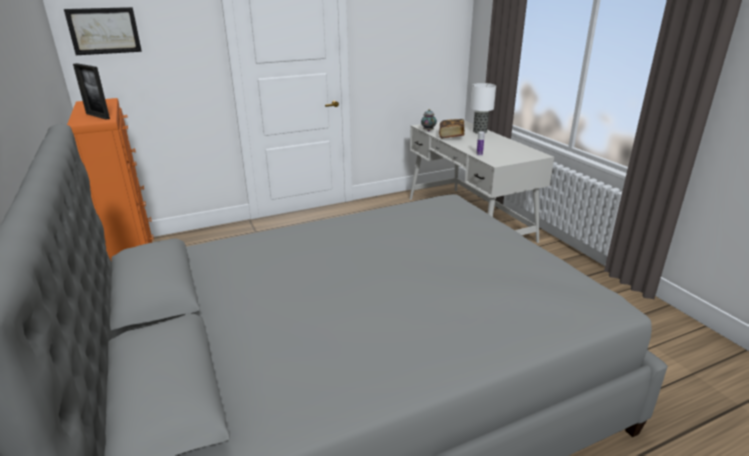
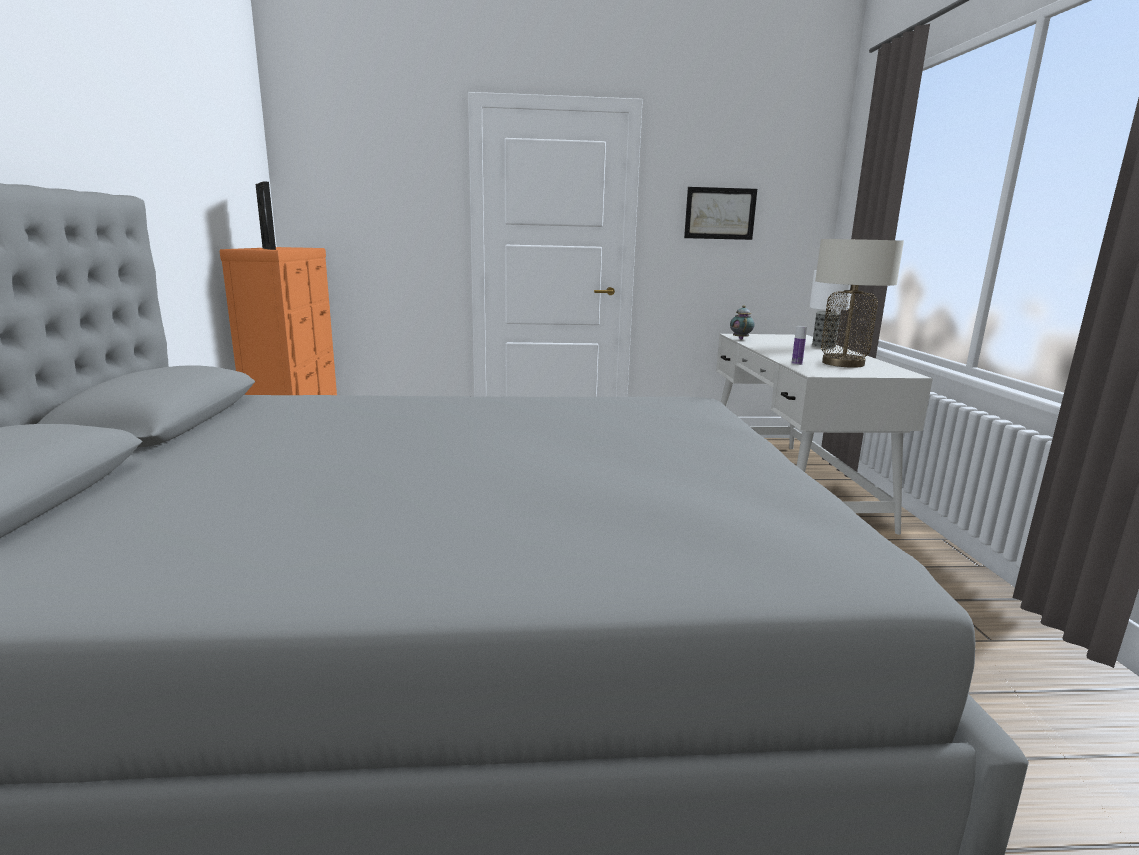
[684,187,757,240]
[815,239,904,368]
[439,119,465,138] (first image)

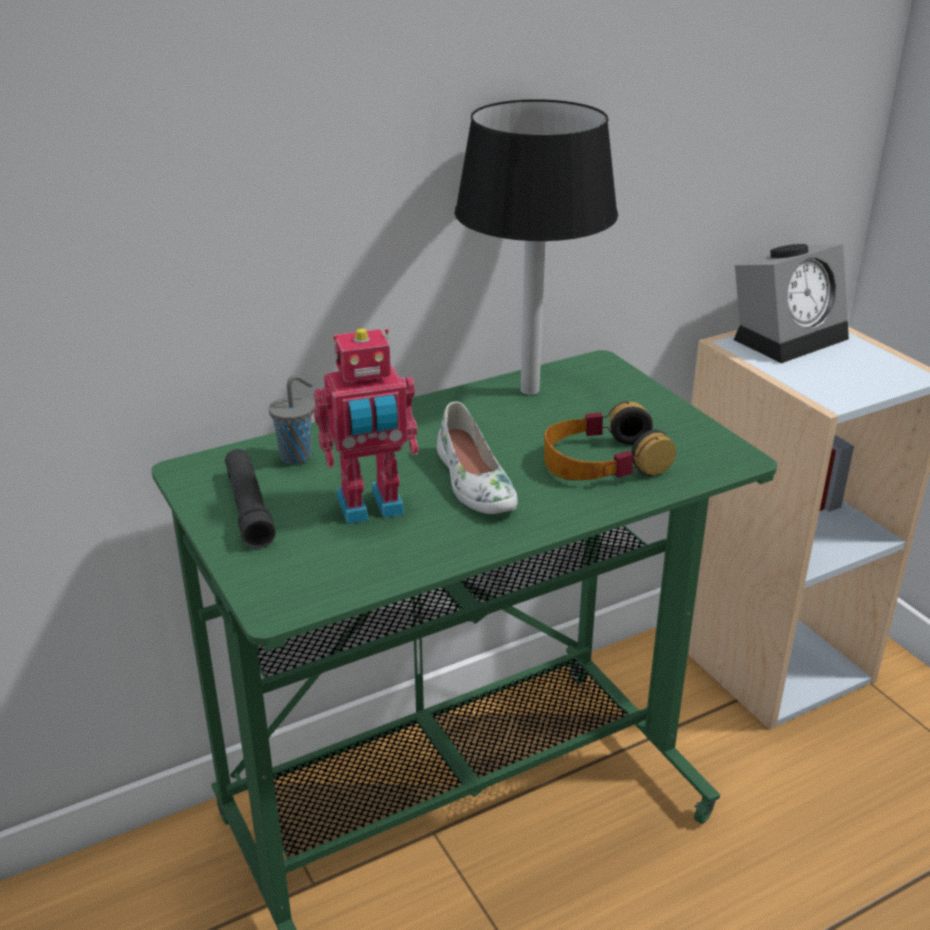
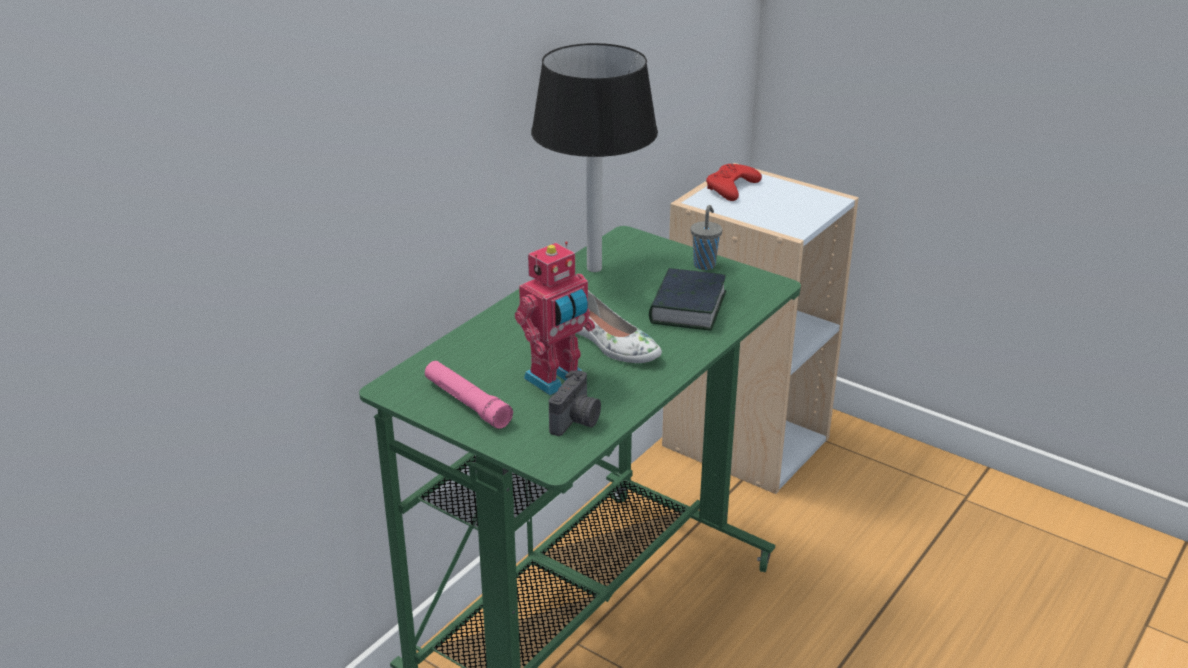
[425,361,513,429]
[549,370,601,436]
[649,268,727,330]
[691,205,722,270]
[706,164,762,201]

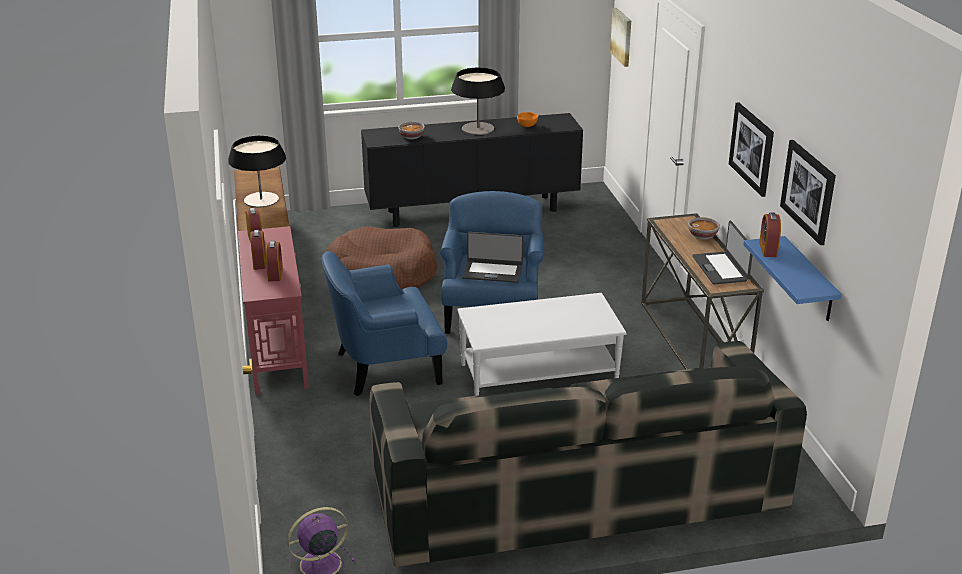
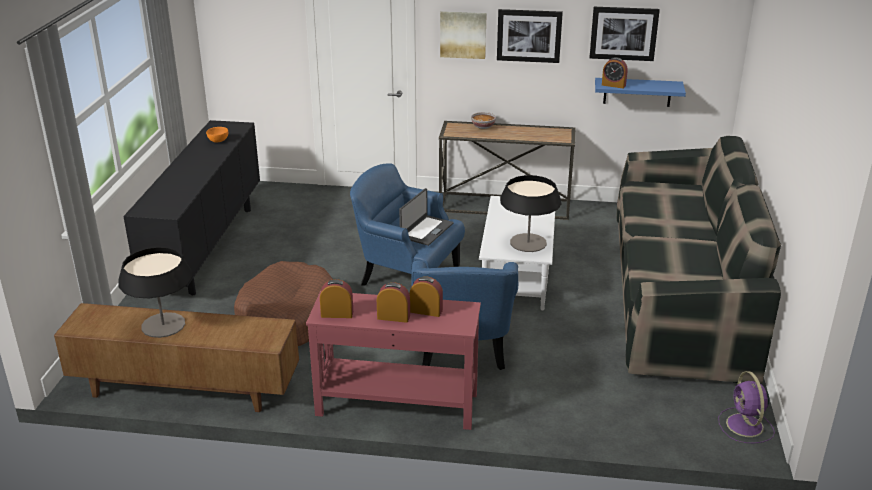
[440,11,487,59]
[500,175,561,252]
[398,122,425,139] (first image)
[692,221,753,285] (first image)

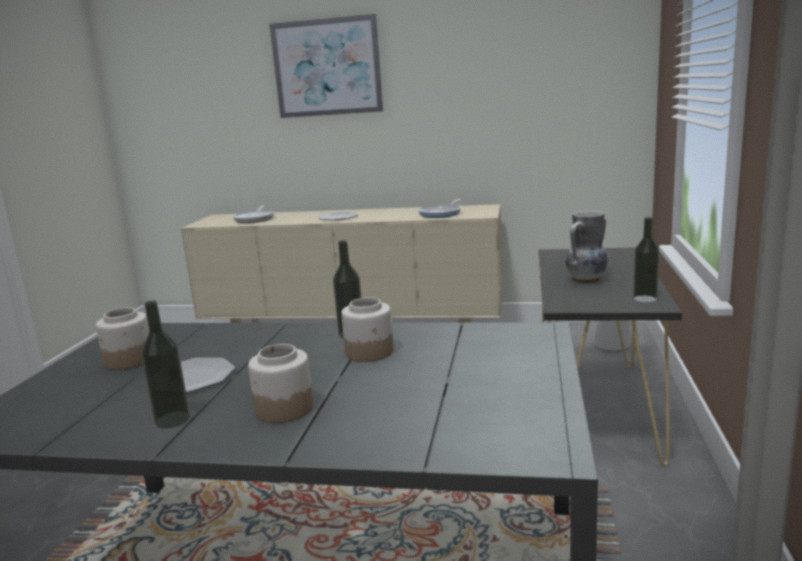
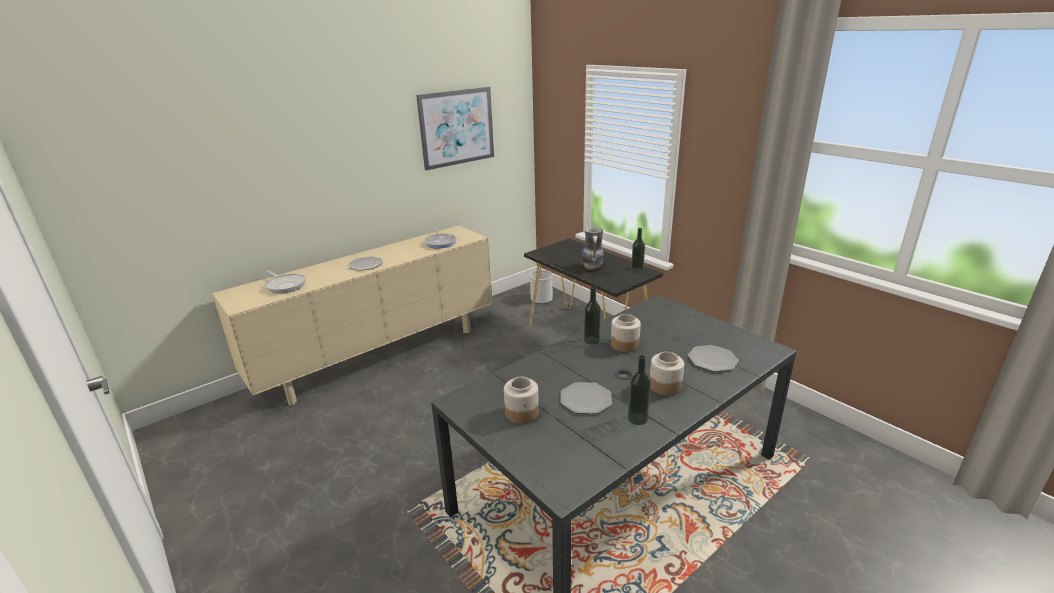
[416,87,494,171]
[688,345,739,372]

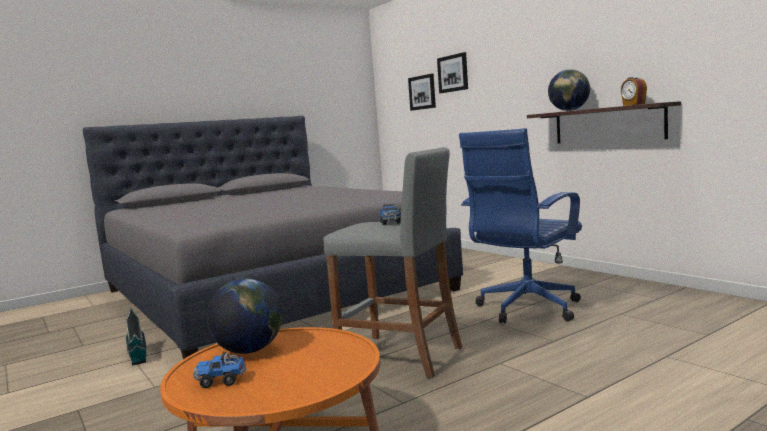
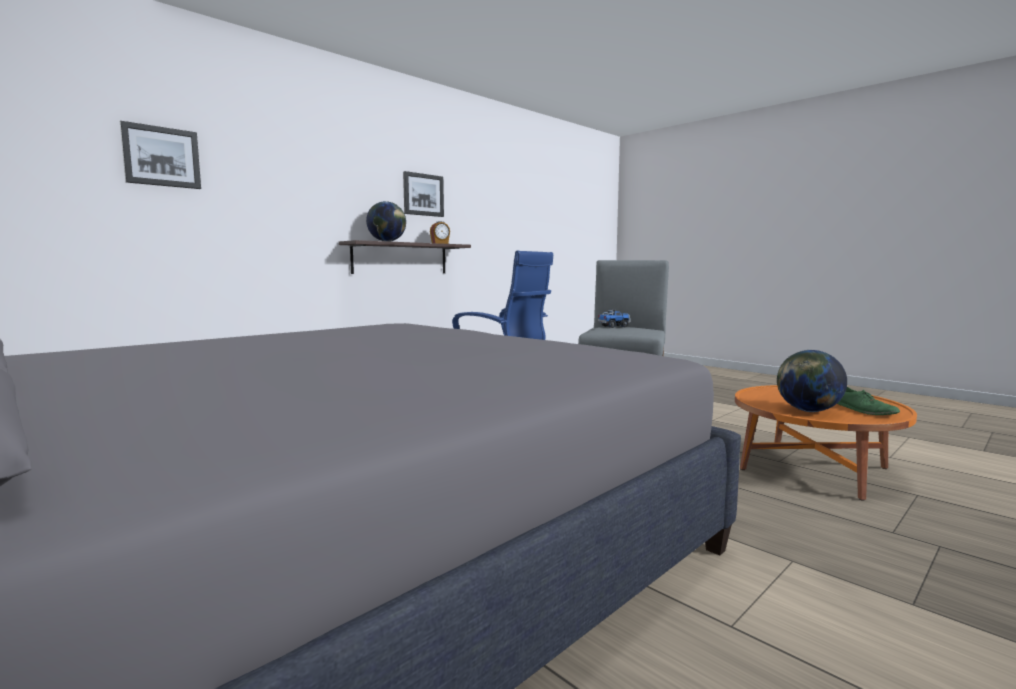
[403,171,444,217]
[837,387,900,415]
[125,308,147,366] (first image)

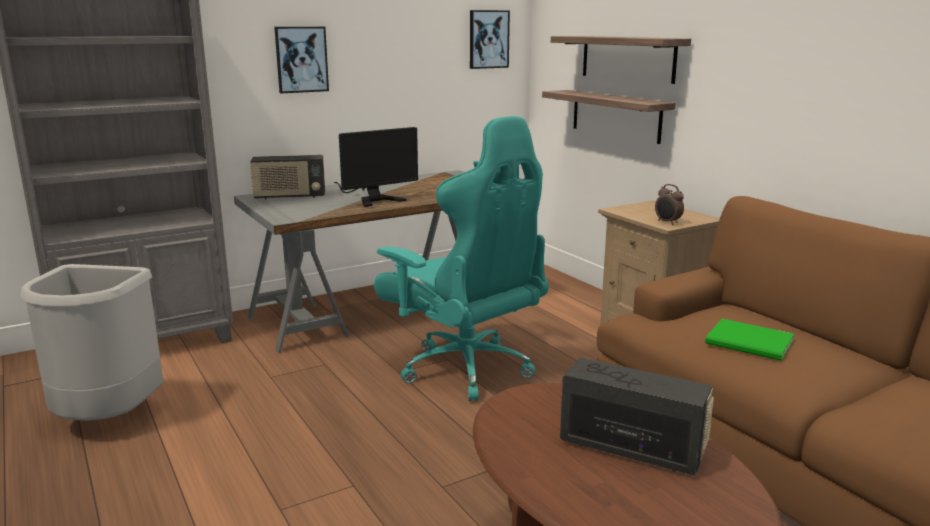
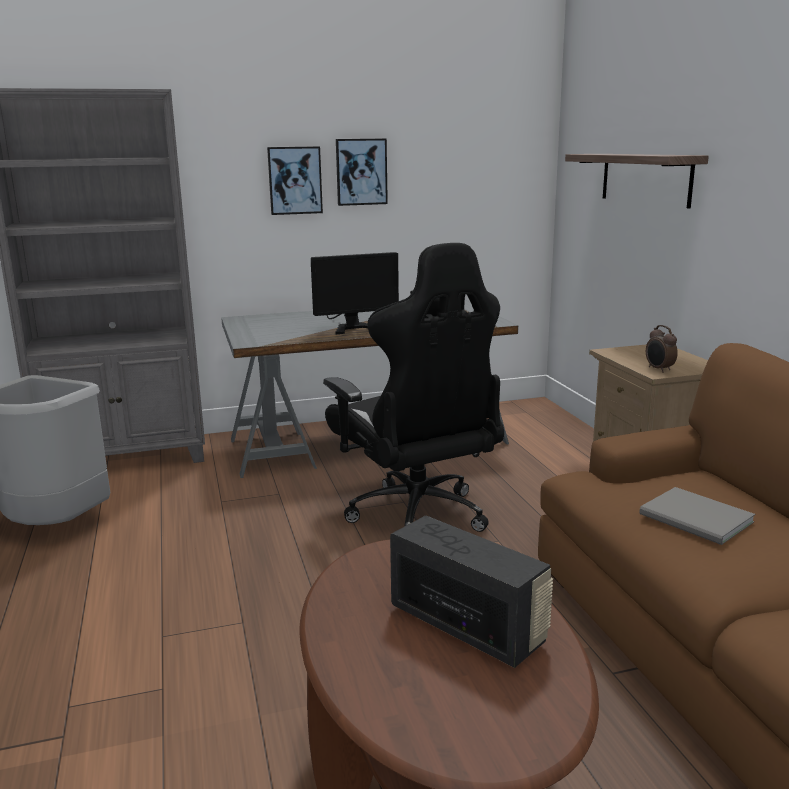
[323,243,504,532]
[336,138,388,206]
[639,487,755,545]
[250,155,325,200] (first image)
[542,90,676,144] (first image)

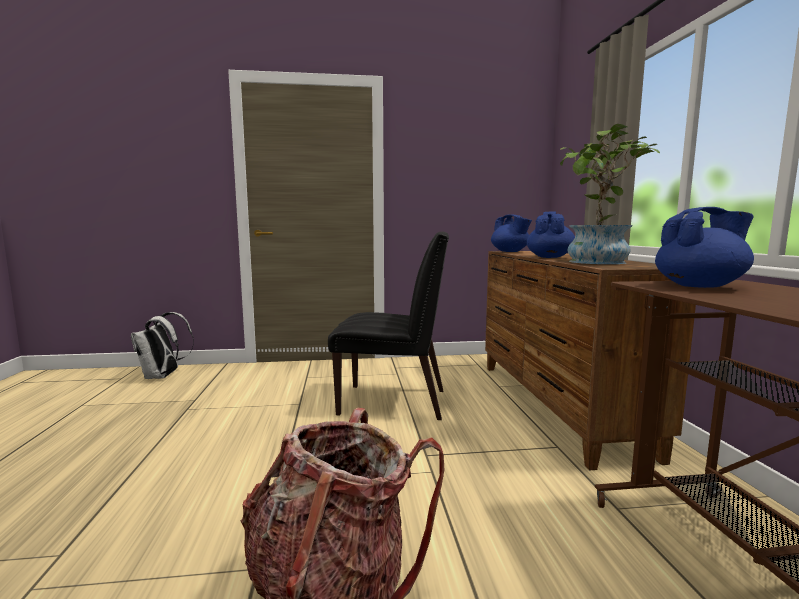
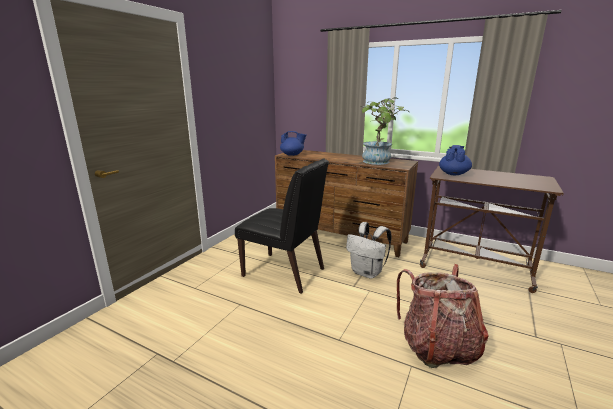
[235,158,329,294]
[346,222,392,279]
[527,211,575,258] (first image)

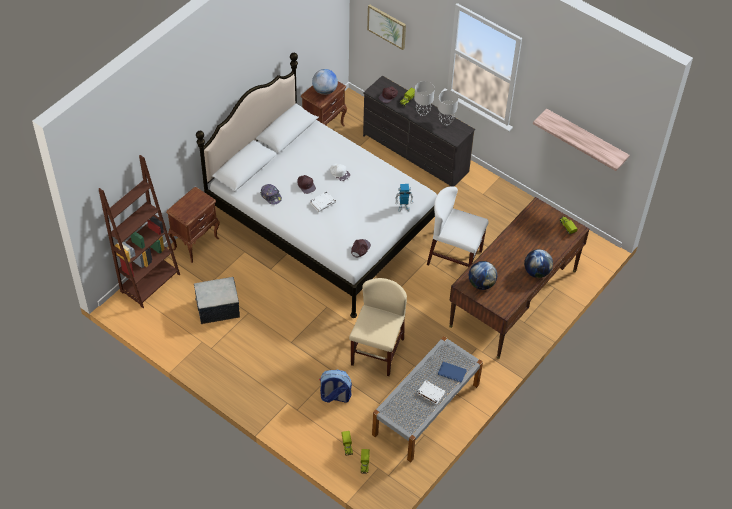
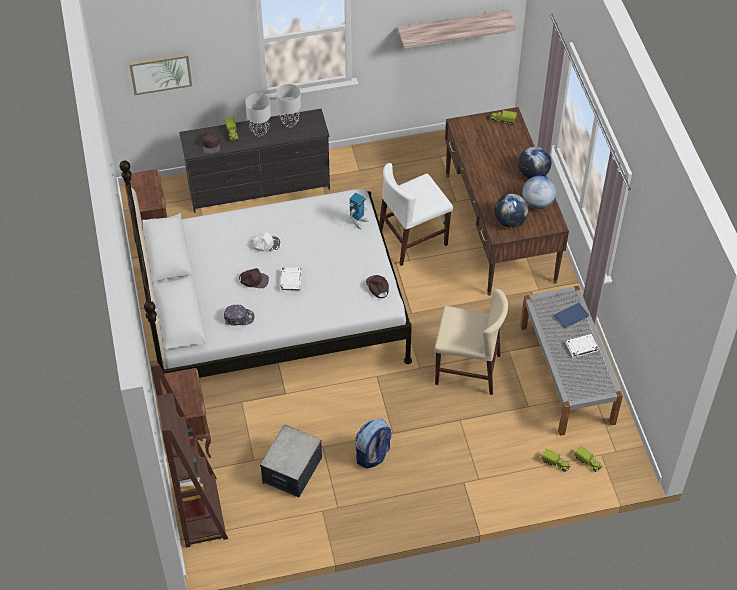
[355,418,392,469]
[434,289,508,395]
[522,176,556,209]

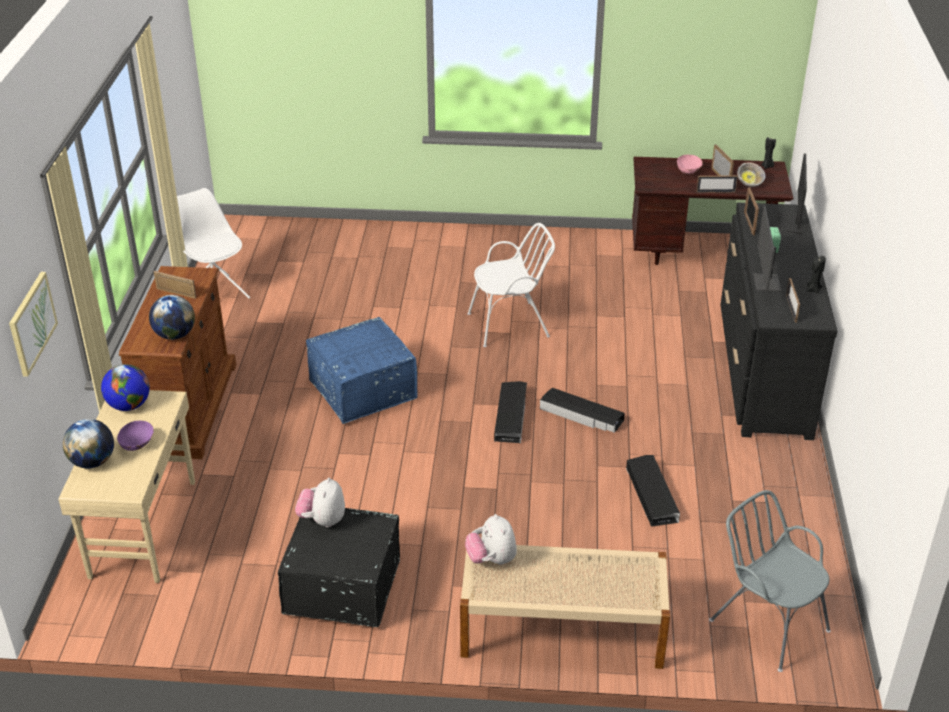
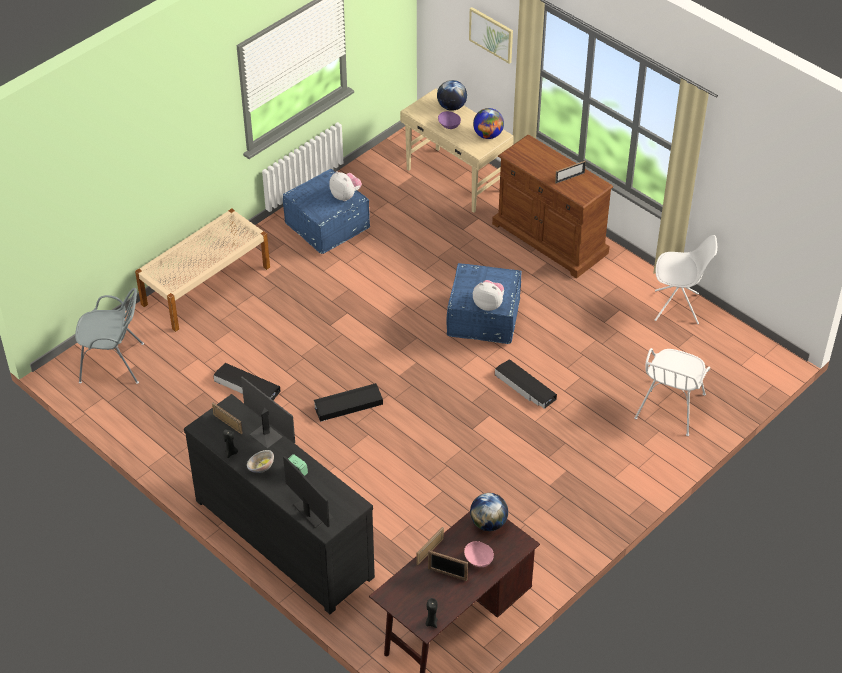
[247,450,274,473]
[283,169,370,254]
[470,493,508,531]
[473,280,504,311]
[495,359,557,409]
[634,348,710,436]
[744,187,759,235] (first image)

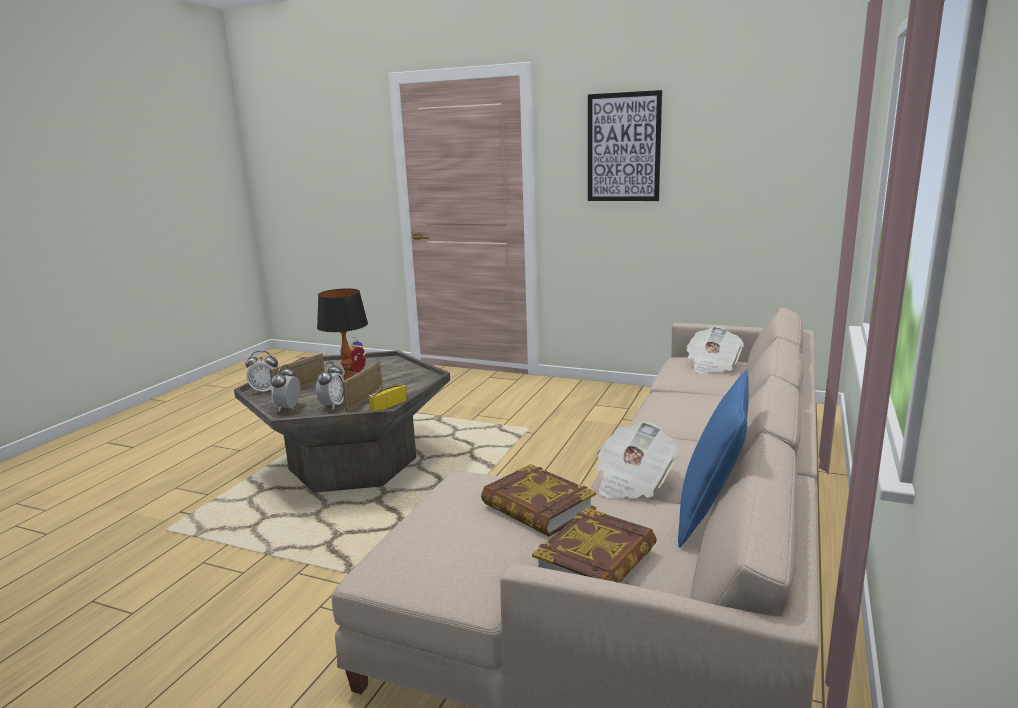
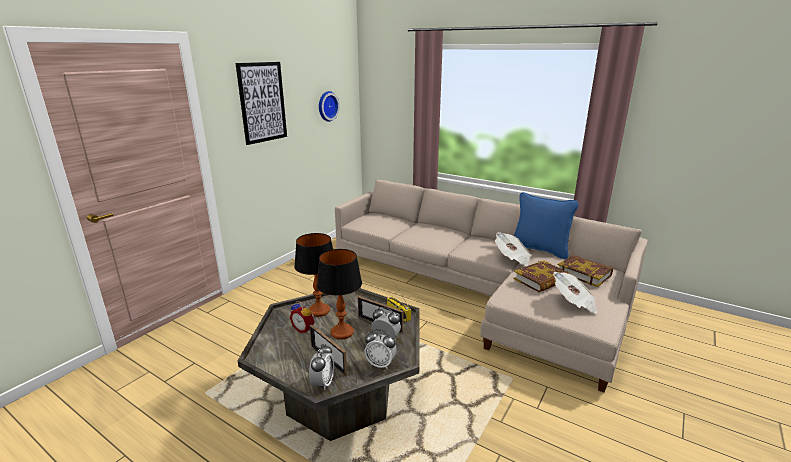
[294,233,333,317]
[319,91,340,122]
[553,272,597,314]

